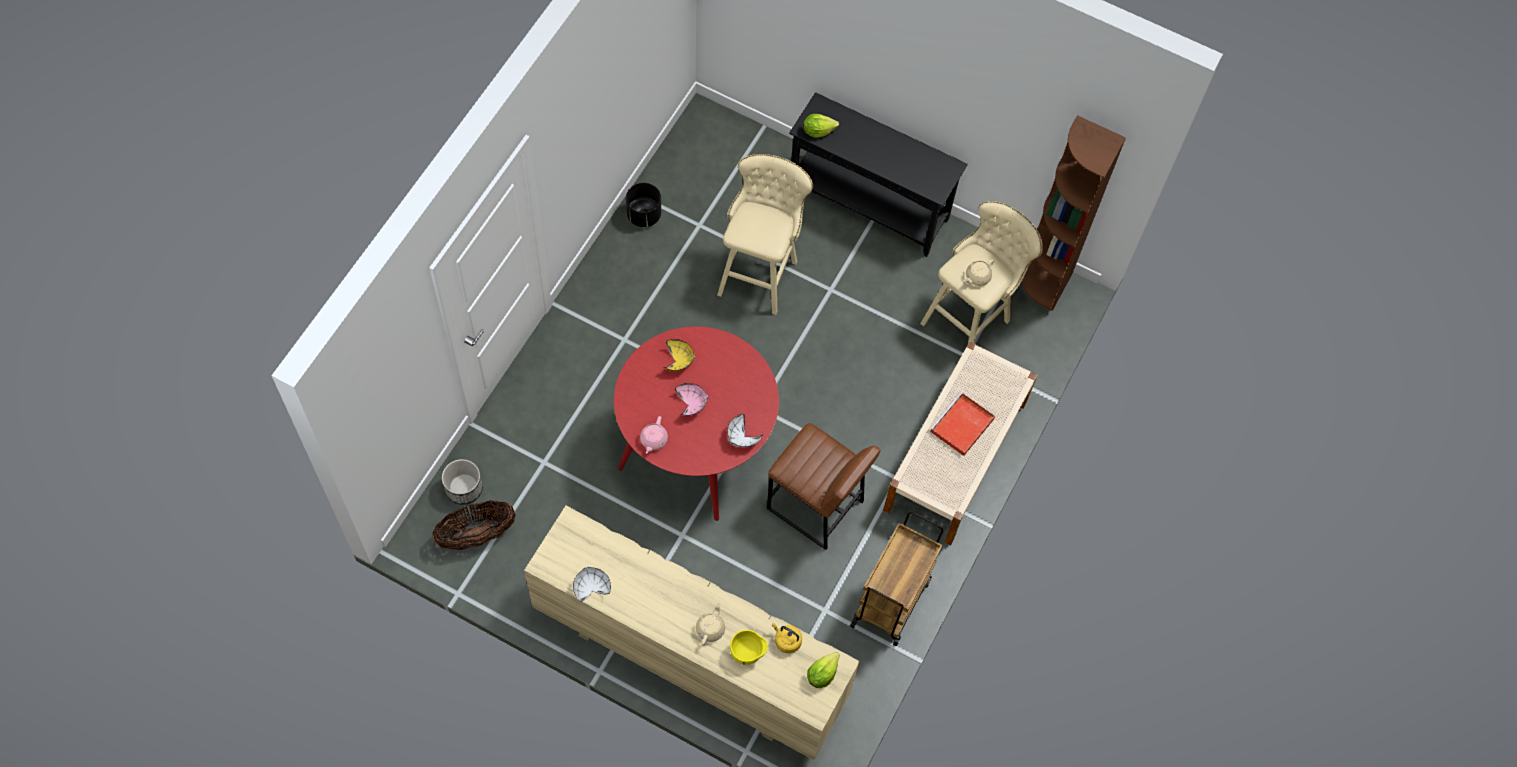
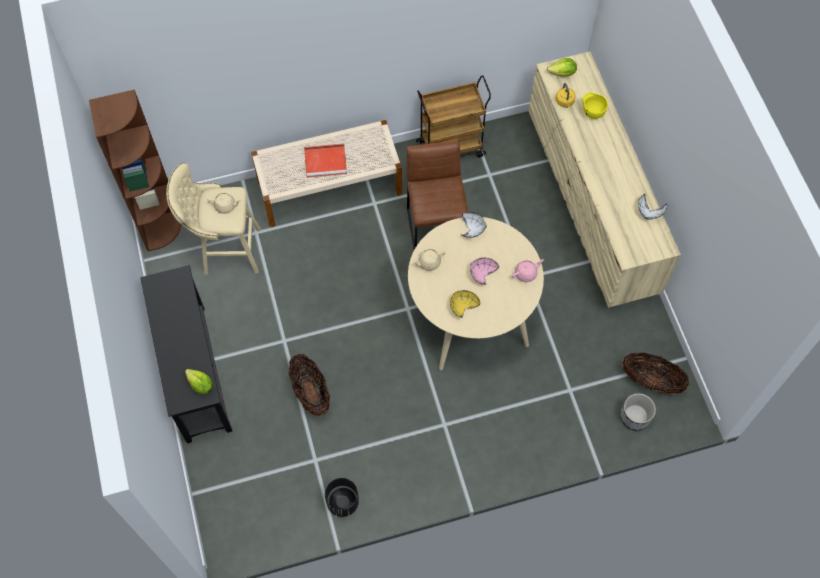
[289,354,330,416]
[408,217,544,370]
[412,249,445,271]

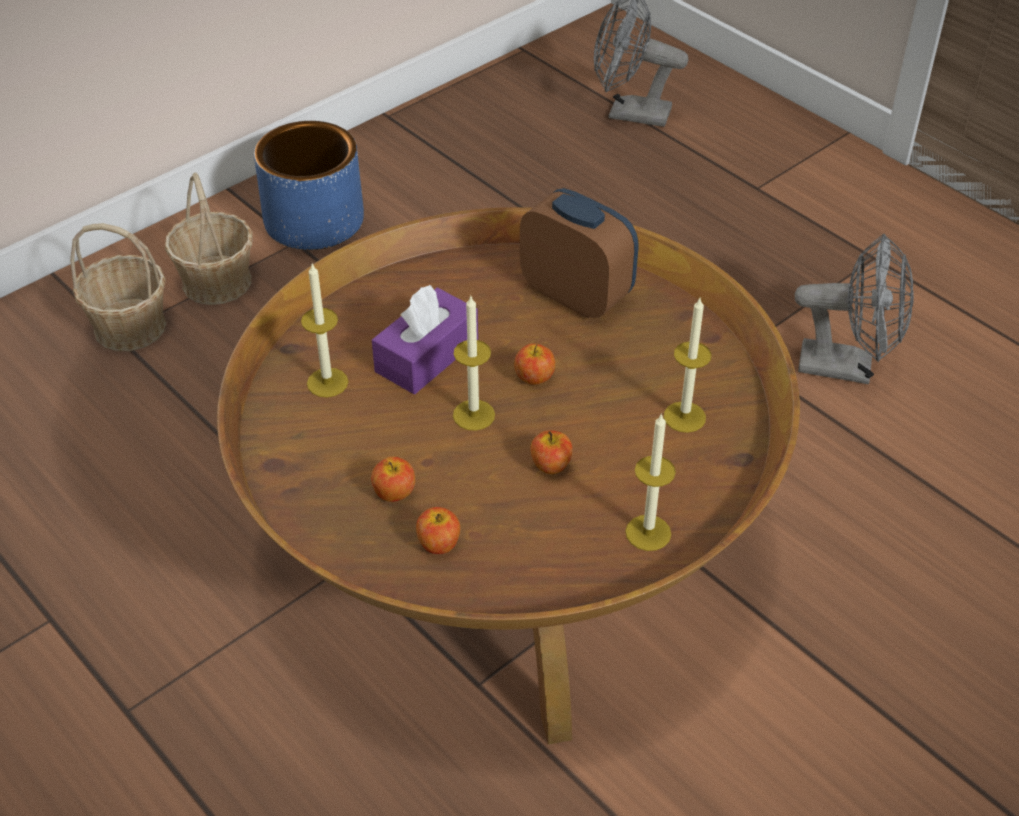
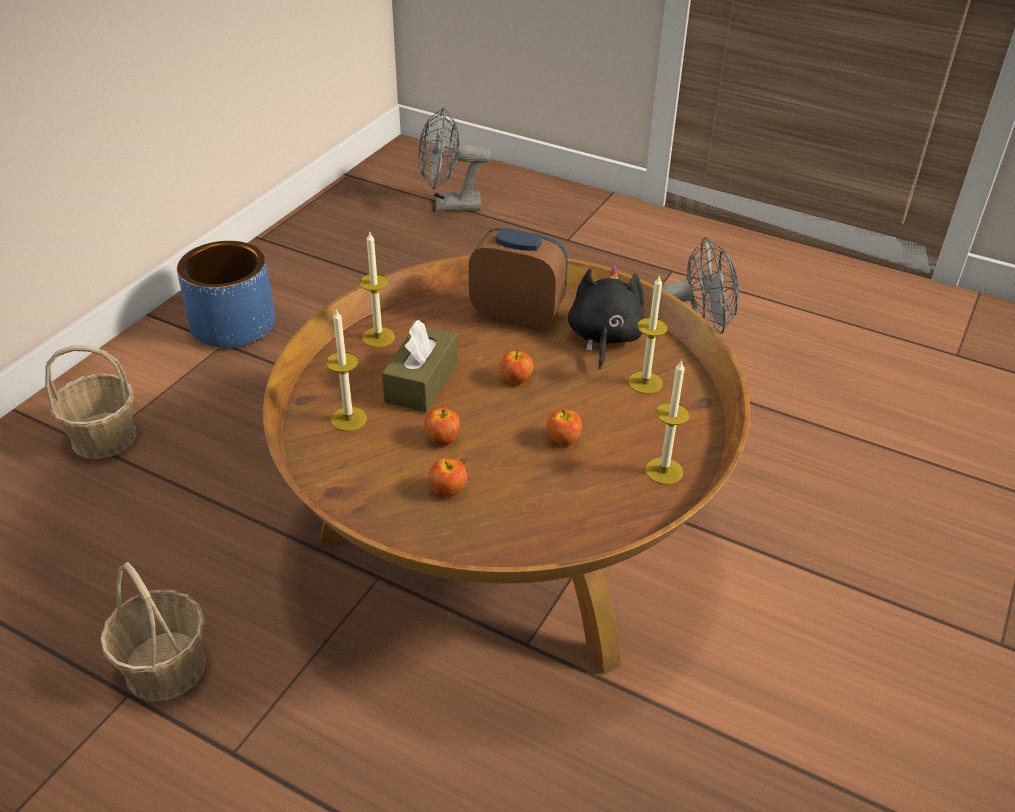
[100,562,206,701]
[359,231,395,348]
[382,320,458,412]
[425,408,460,445]
[568,266,644,370]

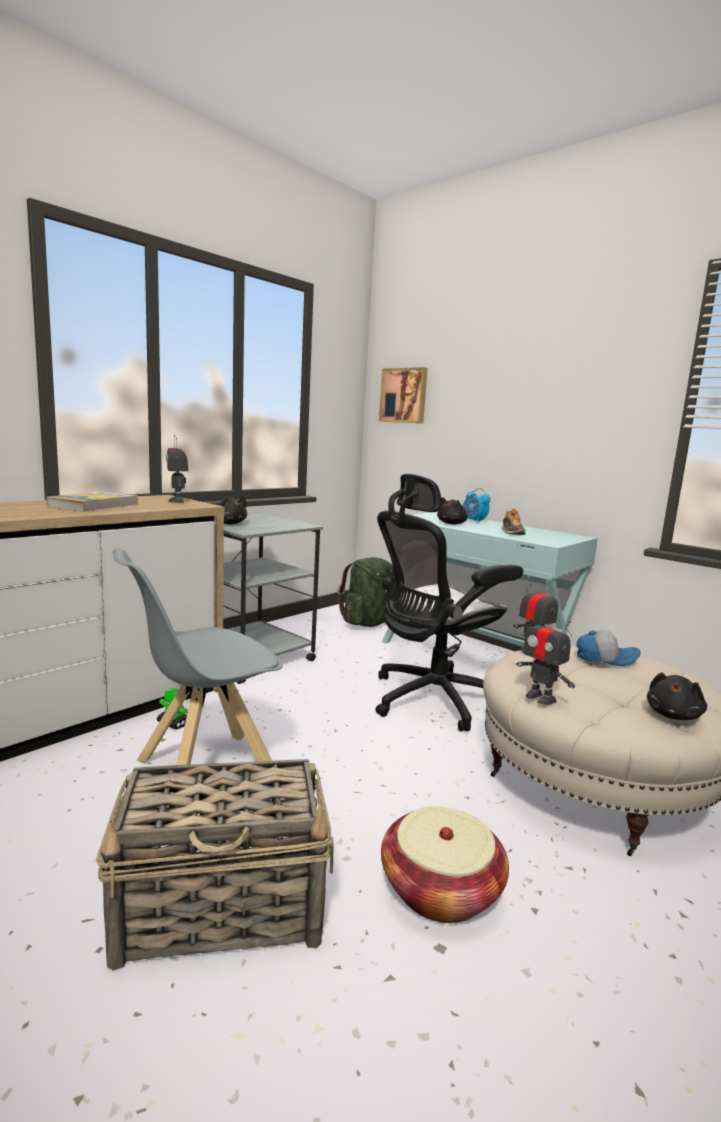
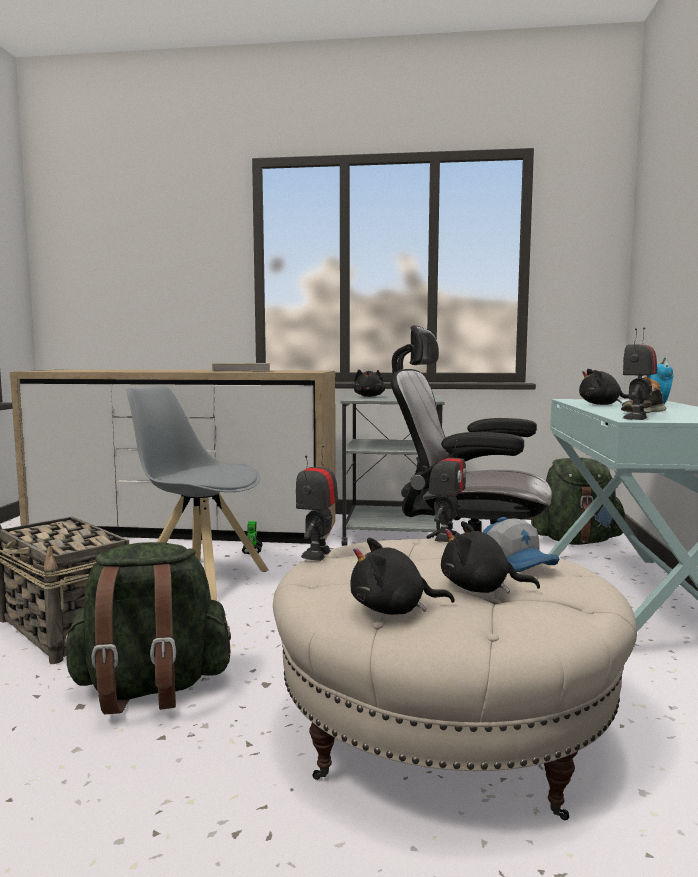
[62,542,231,714]
[441,521,540,593]
[623,328,657,420]
[379,367,428,424] (first image)

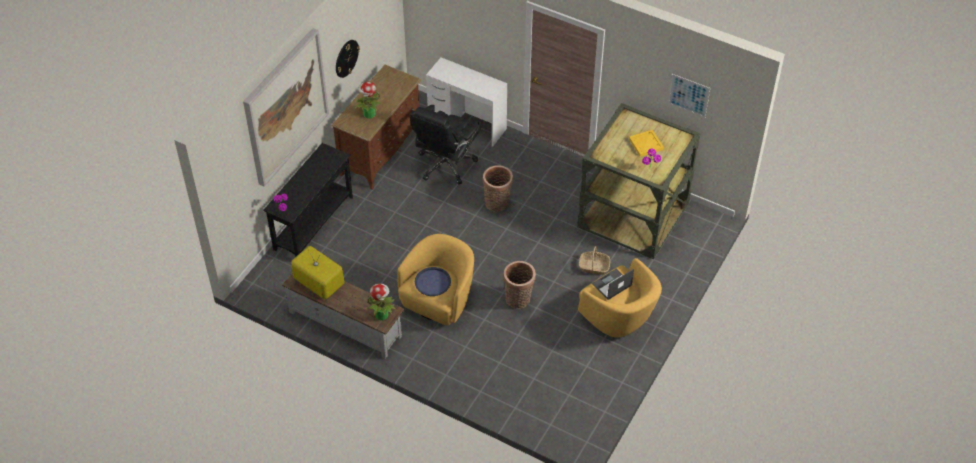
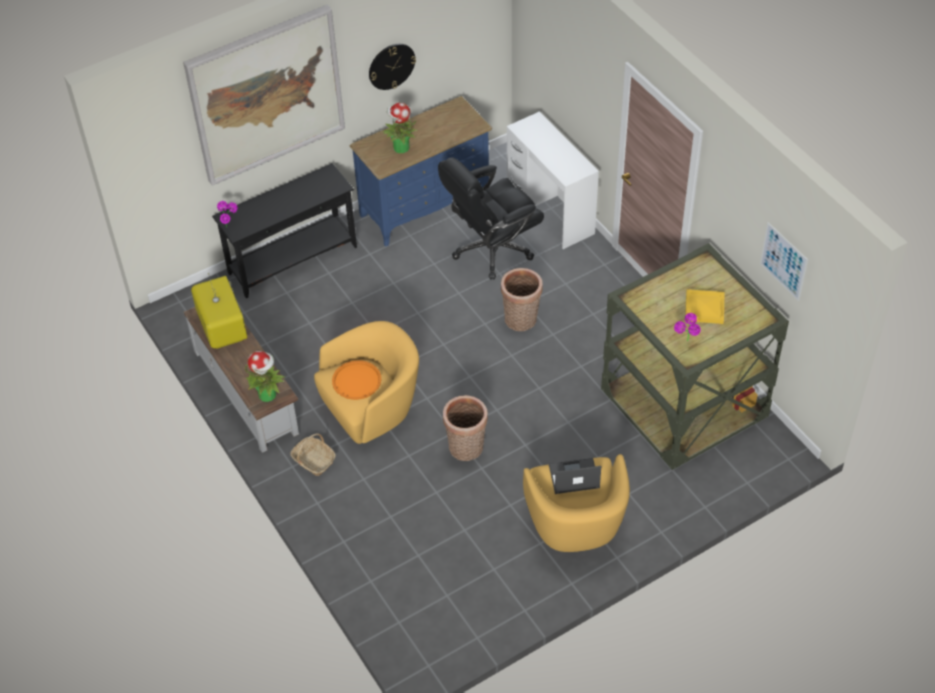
[290,433,336,476]
[332,360,381,400]
[350,96,492,246]

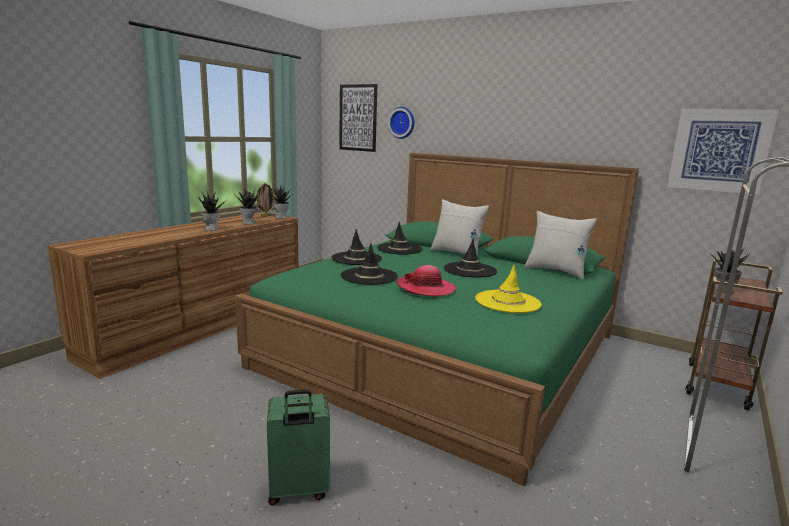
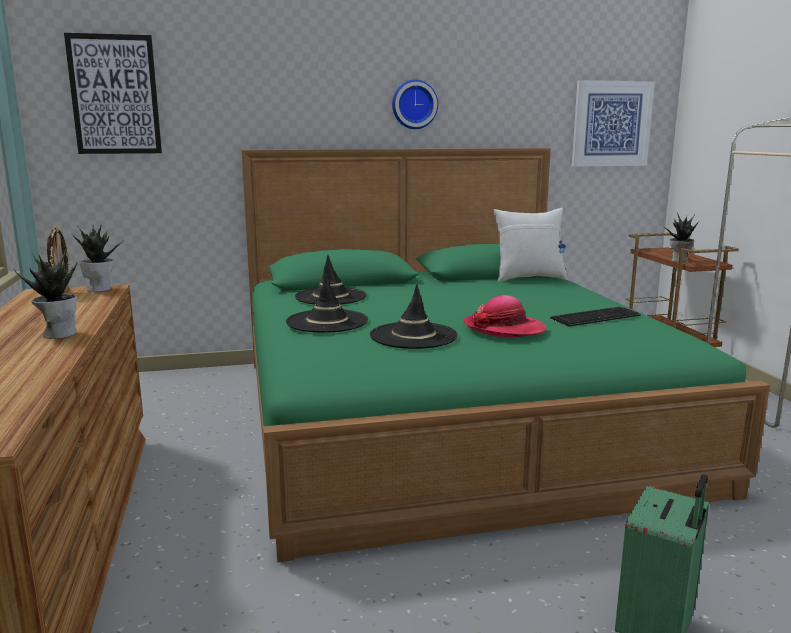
[392,80,438,129]
[550,307,641,327]
[234,187,259,225] (first image)
[430,199,489,254] (first image)
[444,239,497,278] (first image)

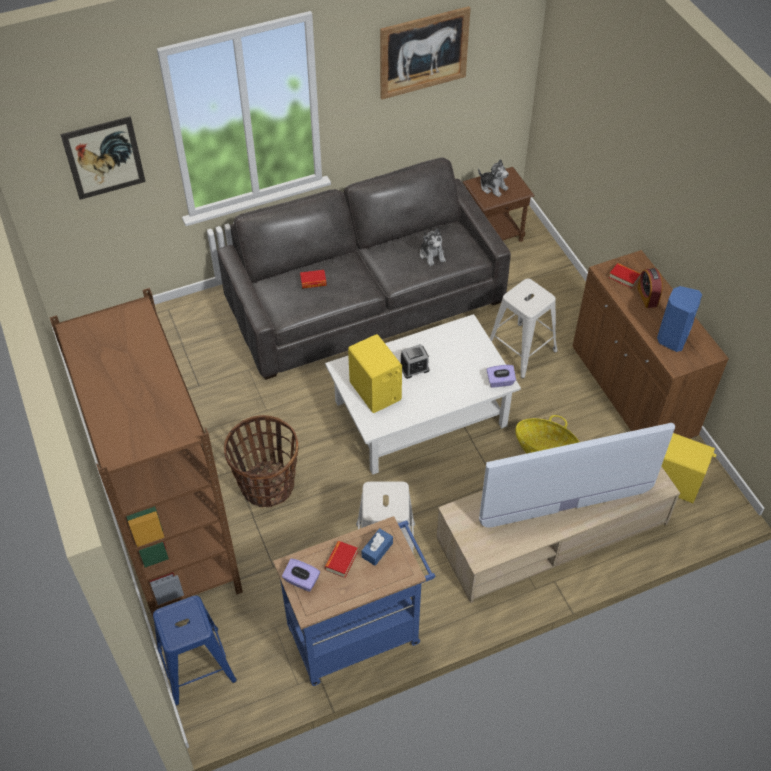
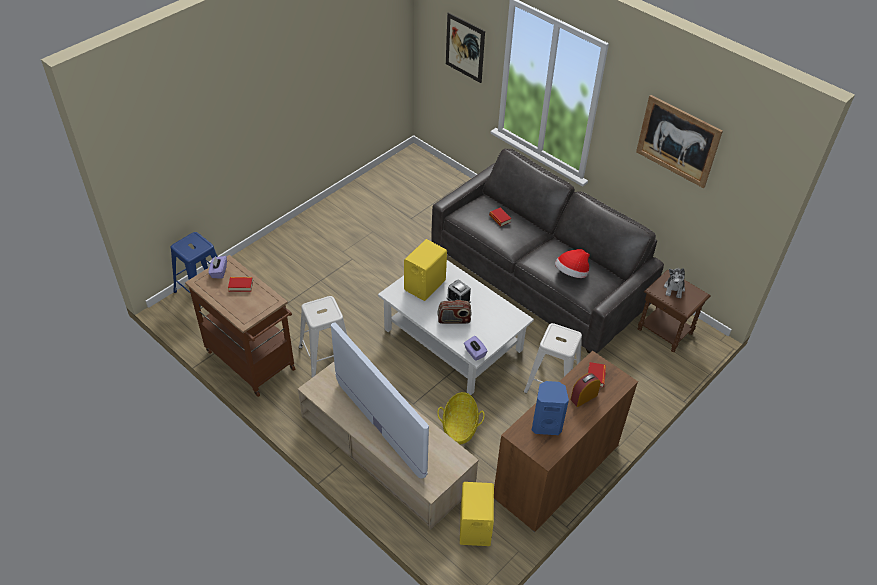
[185,255,295,397]
[437,300,472,324]
[555,249,590,278]
[50,288,243,620] (first image)
[224,415,299,507] (first image)
[361,528,393,566] (first image)

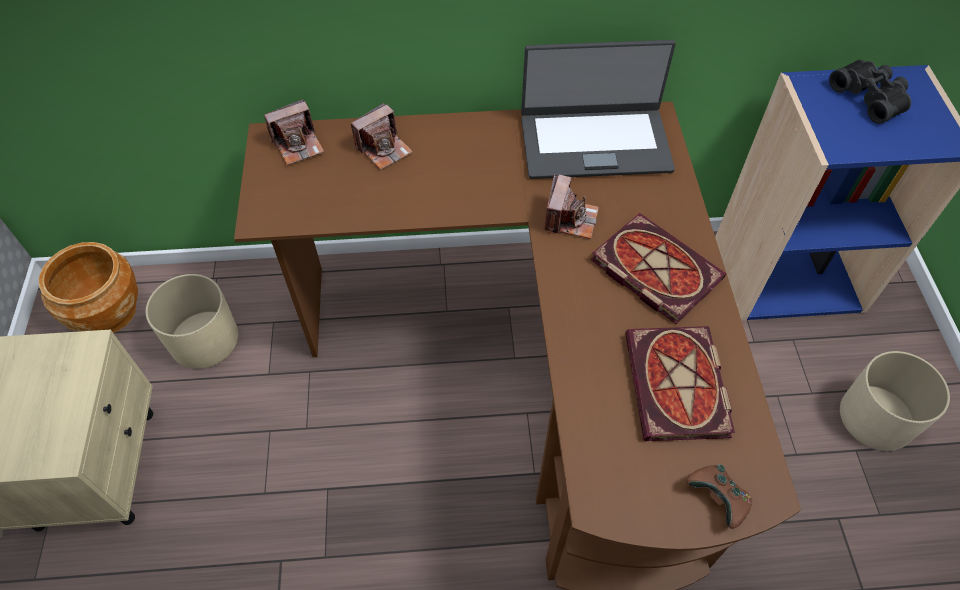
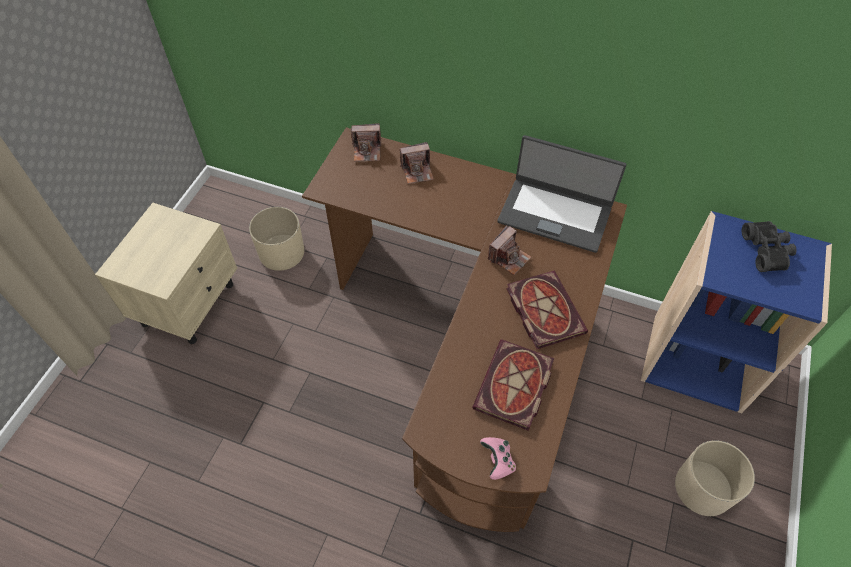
[480,437,516,480]
[39,242,138,333] (first image)

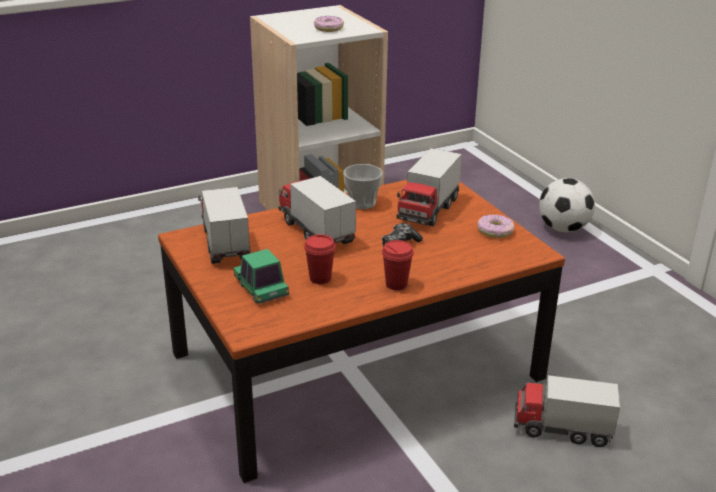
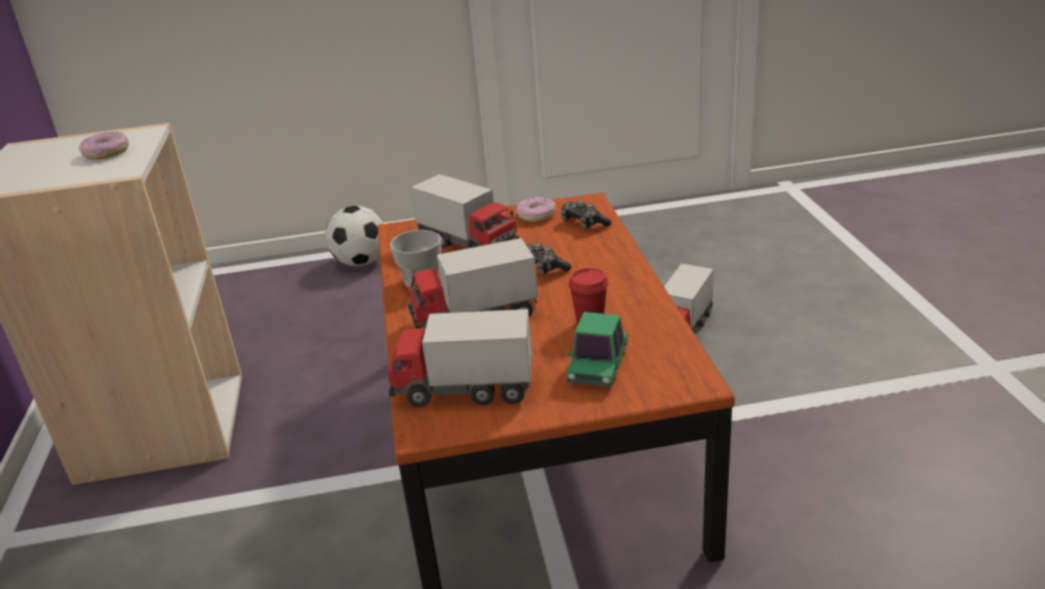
[561,200,612,229]
[567,312,628,387]
[382,240,414,290] (first image)

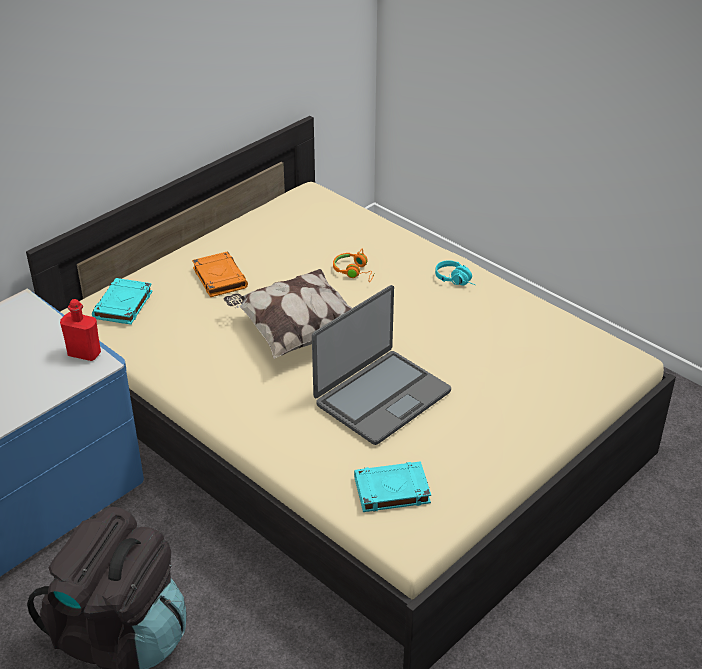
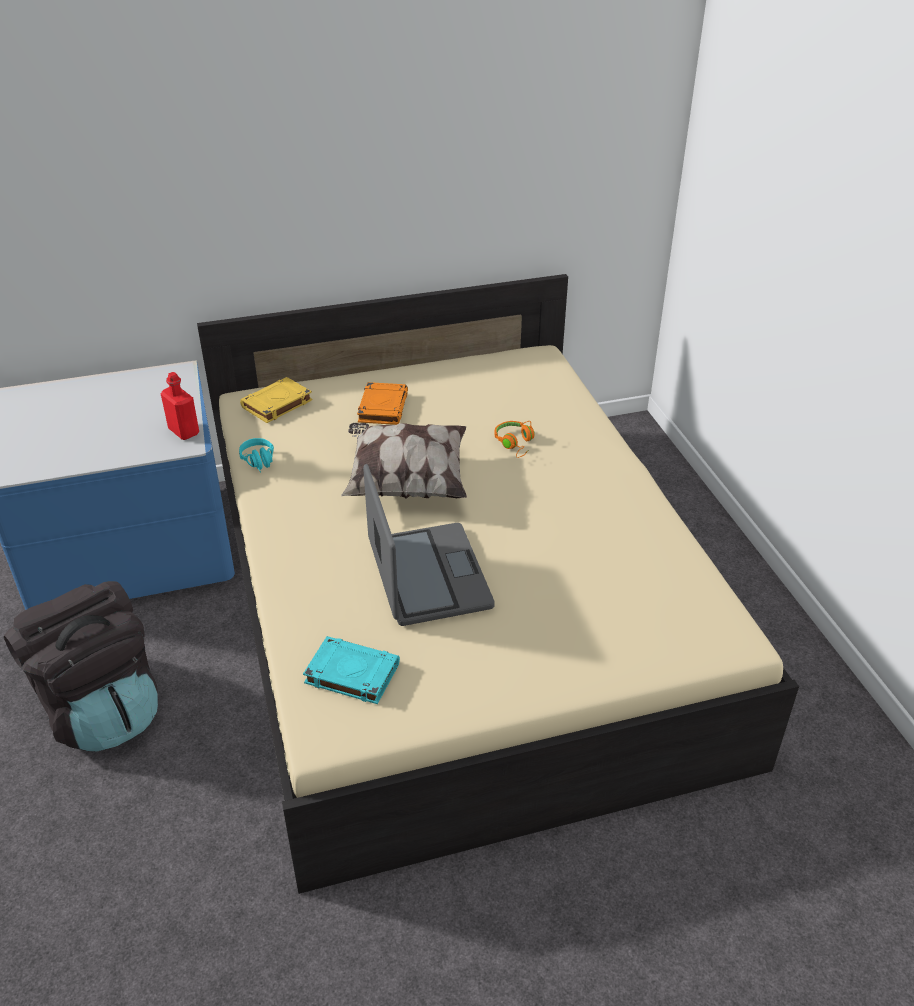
[239,438,274,473]
[240,377,313,423]
[363,464,495,626]

